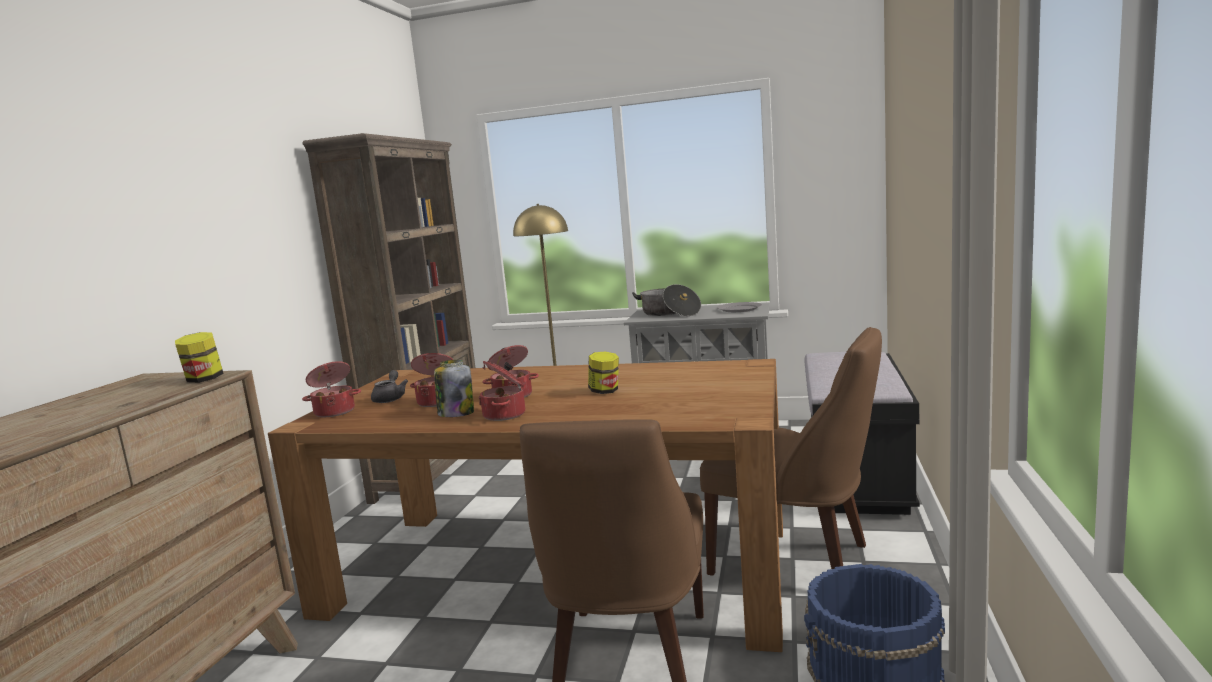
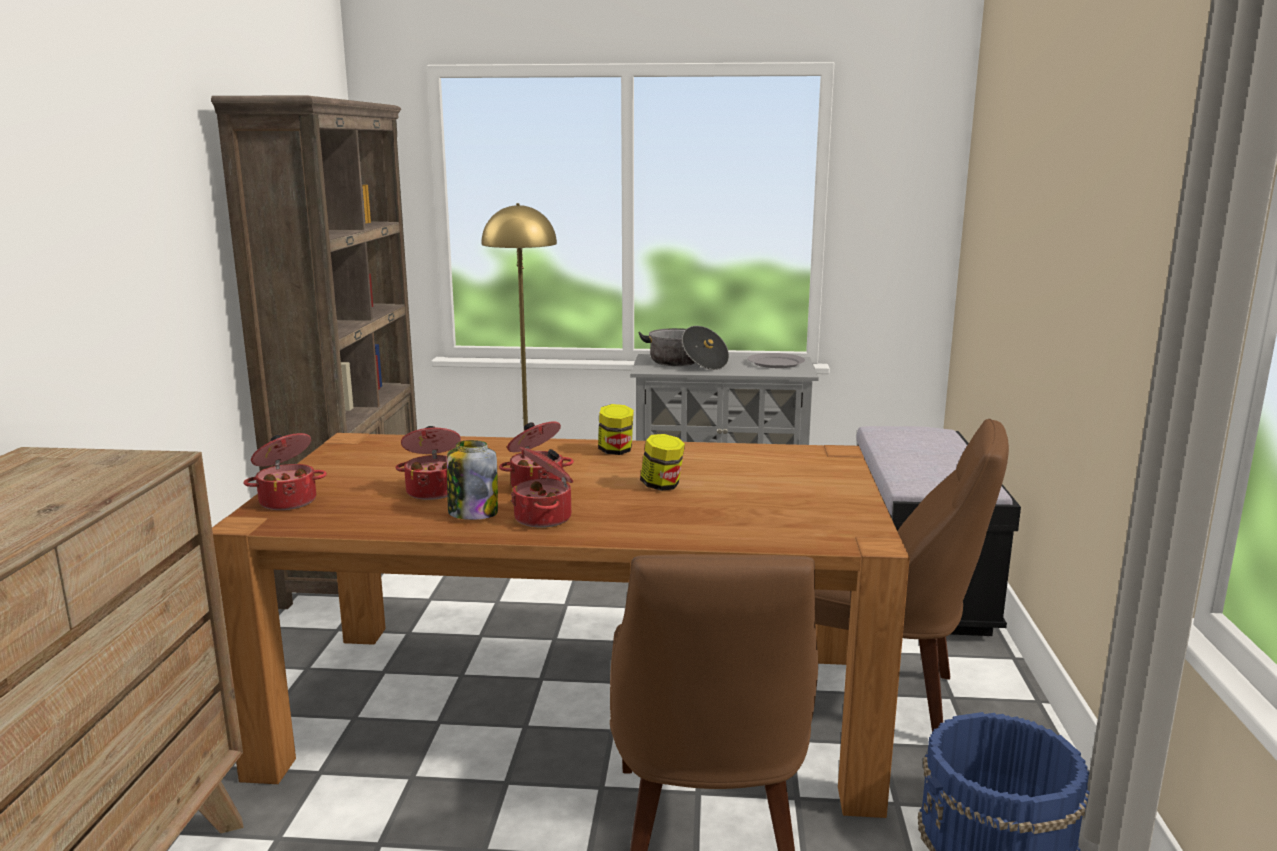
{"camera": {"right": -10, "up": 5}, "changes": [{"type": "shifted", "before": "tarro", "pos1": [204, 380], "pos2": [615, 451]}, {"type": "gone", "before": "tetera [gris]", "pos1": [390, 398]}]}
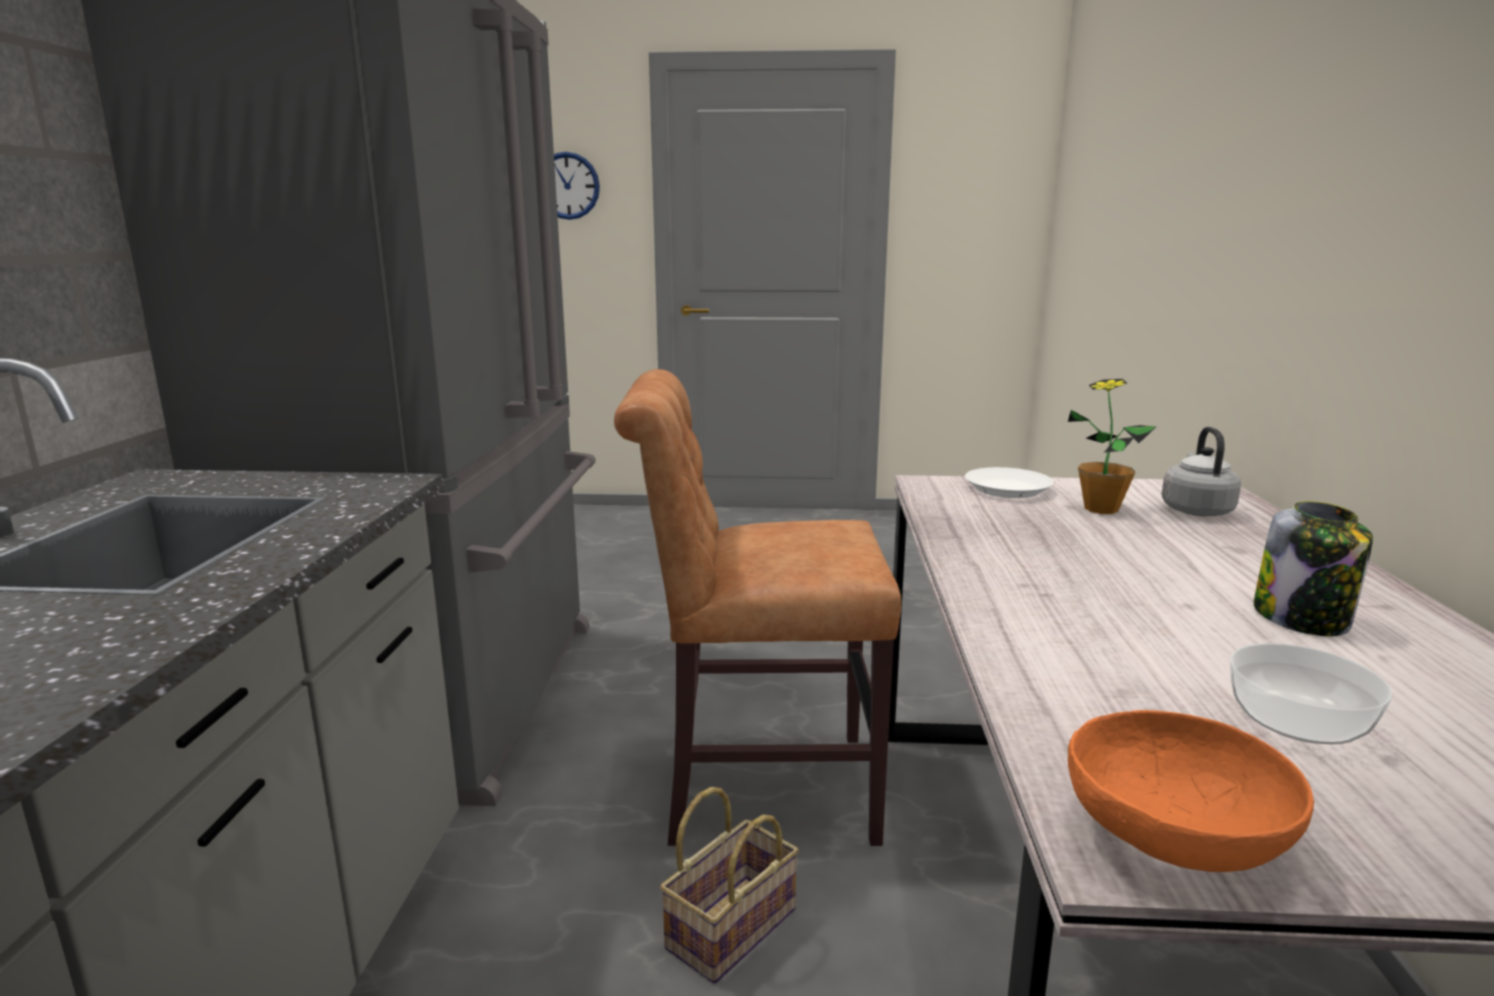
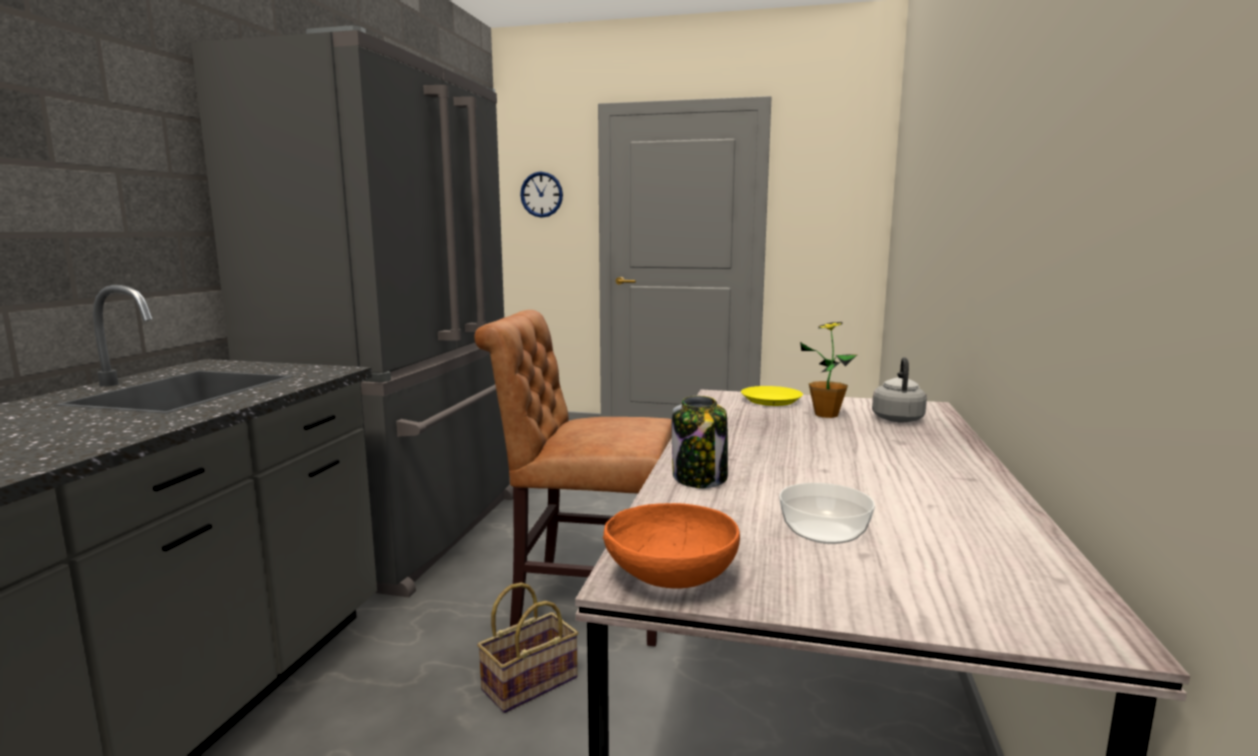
{"camera": {"right": 10, "up": -5}, "changes": [{"type": "repainted", "before": "plato [blanco]", "after": "plato [amarillo]", "pos1": [1006, 489], "pos2": [770, 400]}, {"type": "shifted", "before": "tarro", "pos1": [1302, 619], "pos2": [700, 478]}]}
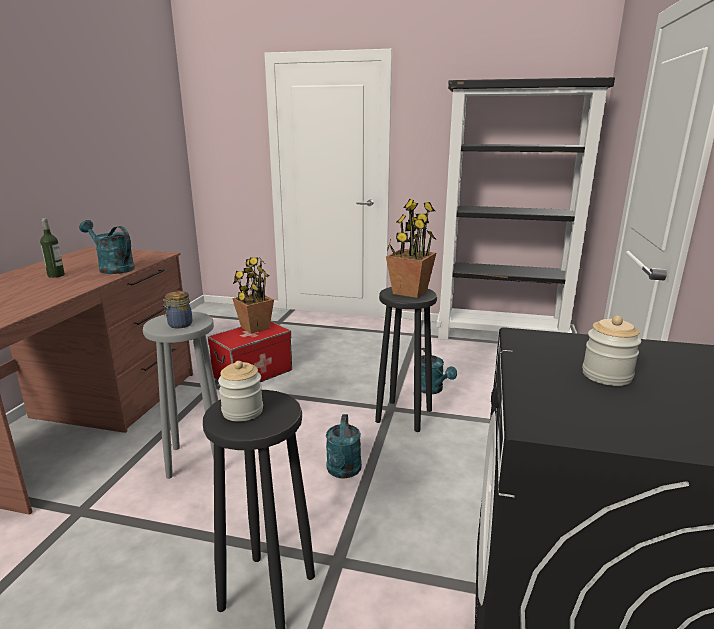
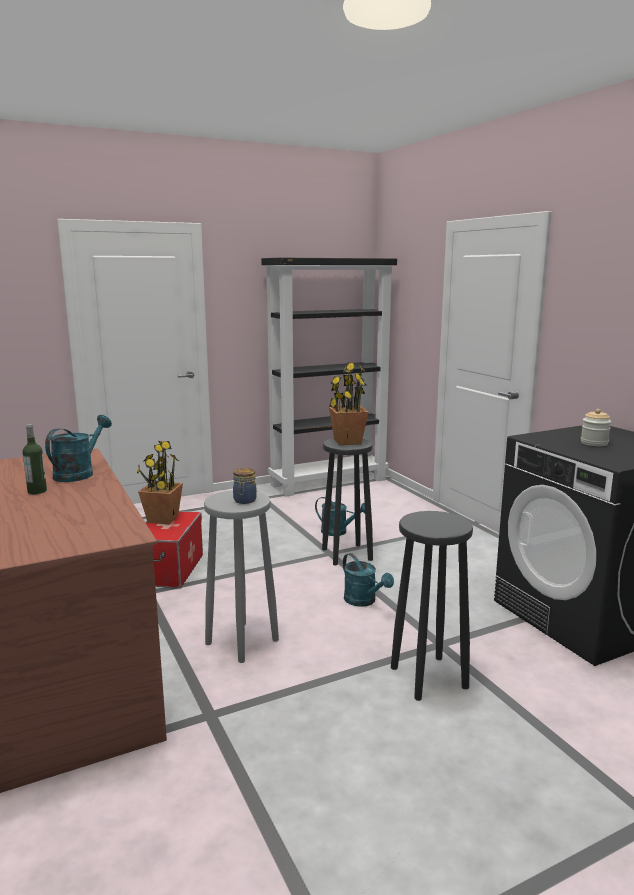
{"camera": {"right": -40, "up": -5}, "changes": [{"type": "rotated", "before": "regadera [turquesa]", "pos1": [112, 268], "pos2": [79, 473], "turn": 120}, {"type": "gone", "before": "tarro", "pos1": [242, 411]}]}
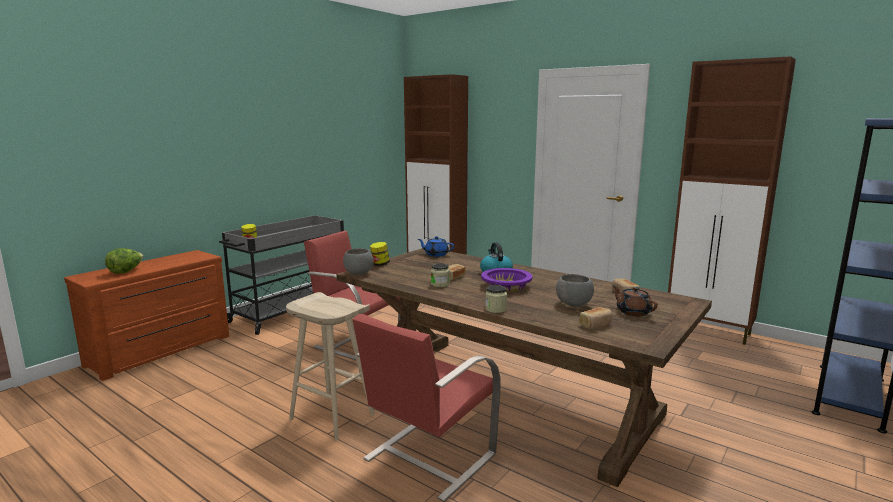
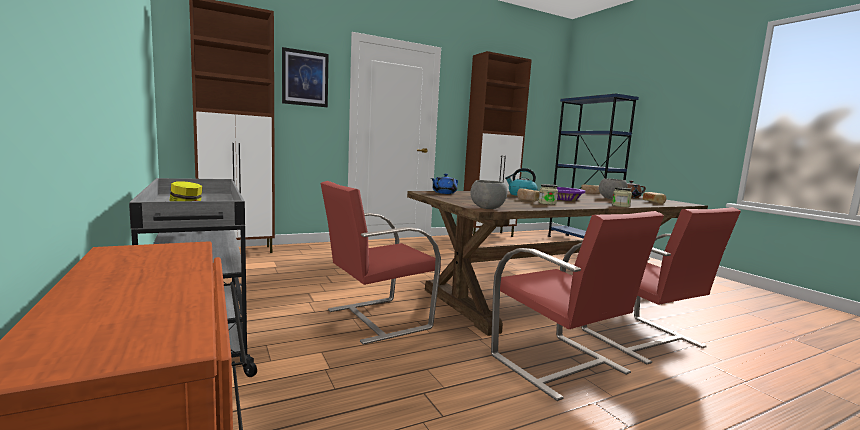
{"camera": {"right": -65, "up": -5}, "changes": [{"type": "gone", "before": "lechuga", "pos1": [126, 271]}, {"type": "swapped", "before": "taburete [beis]", "after": "silla [rojo]", "pos1": [330, 417], "pos2": [560, 365]}, {"type": "gone", "before": "tarro", "pos1": [380, 264]}, {"type": "new", "after": "cuadro", "pos2": [305, 78]}]}
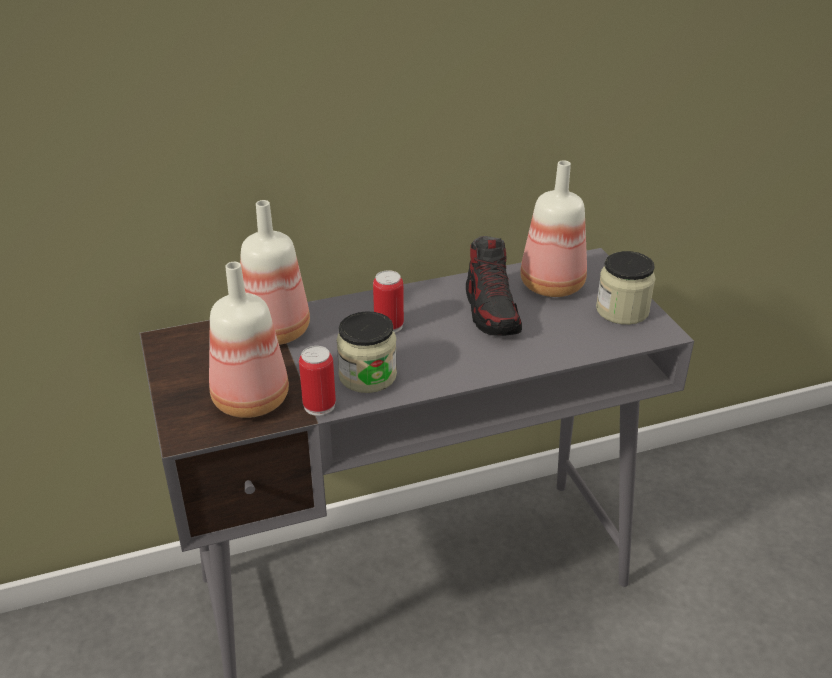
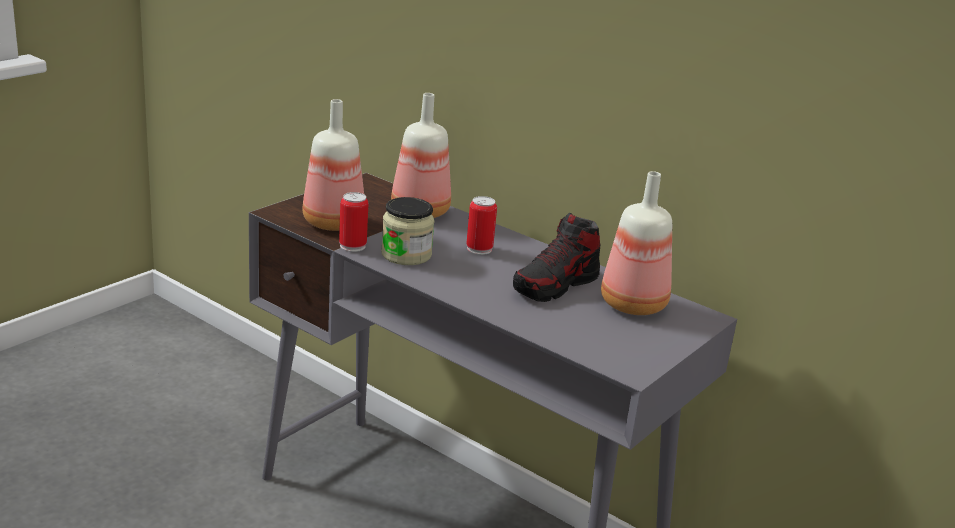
{"camera": {"right": 55, "up": -10}, "changes": [{"type": "gone", "before": "tarro", "pos1": [622, 310]}]}
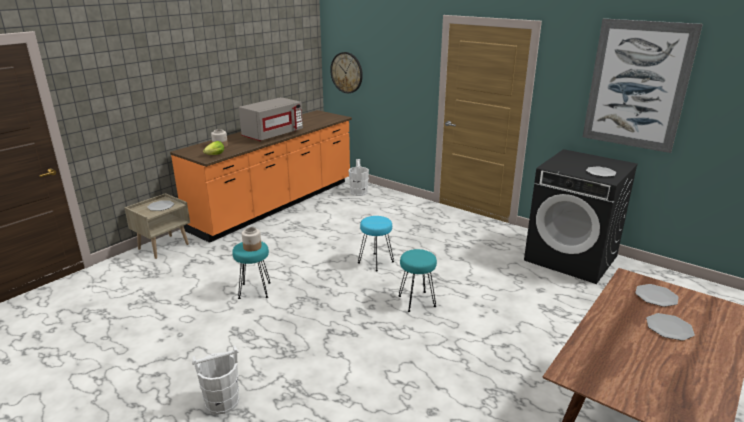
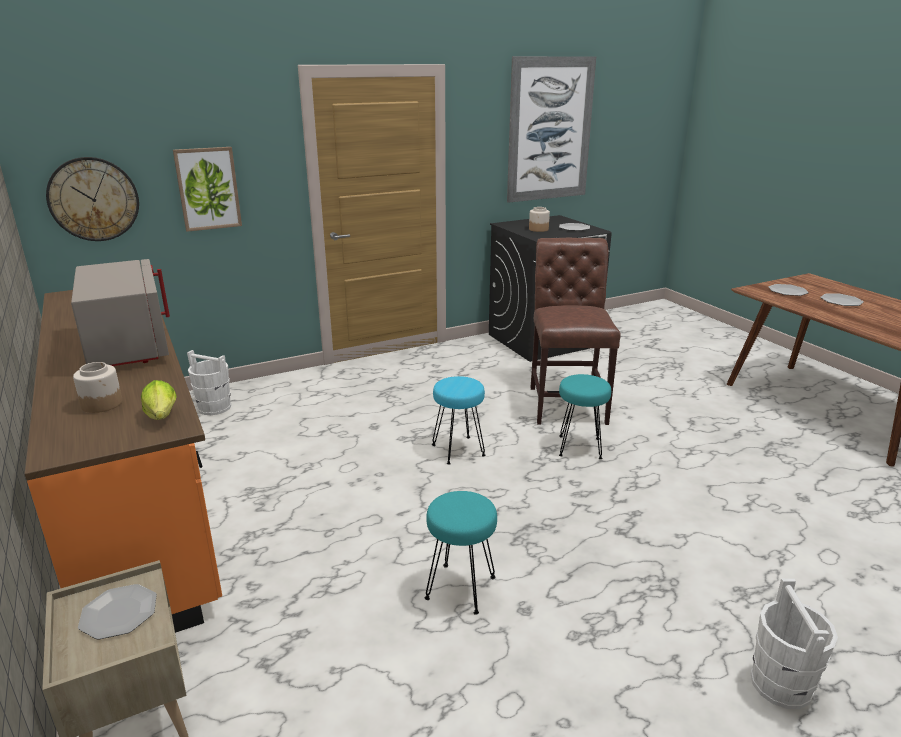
{"camera": {"right": -65, "up": 0}, "changes": [{"type": "shifted", "before": "tarro", "pos1": [252, 247], "pos2": [539, 229]}, {"type": "new", "after": "cuadro", "pos2": [208, 188]}, {"type": "new", "after": "silla [marrón]", "pos2": [567, 402]}]}
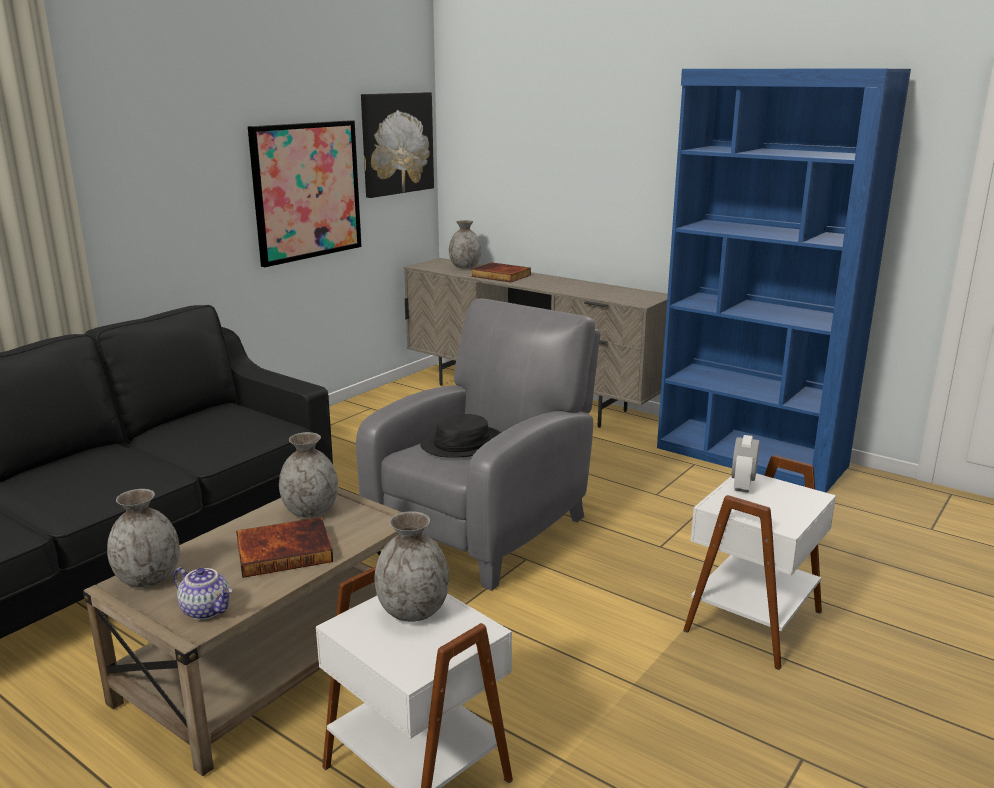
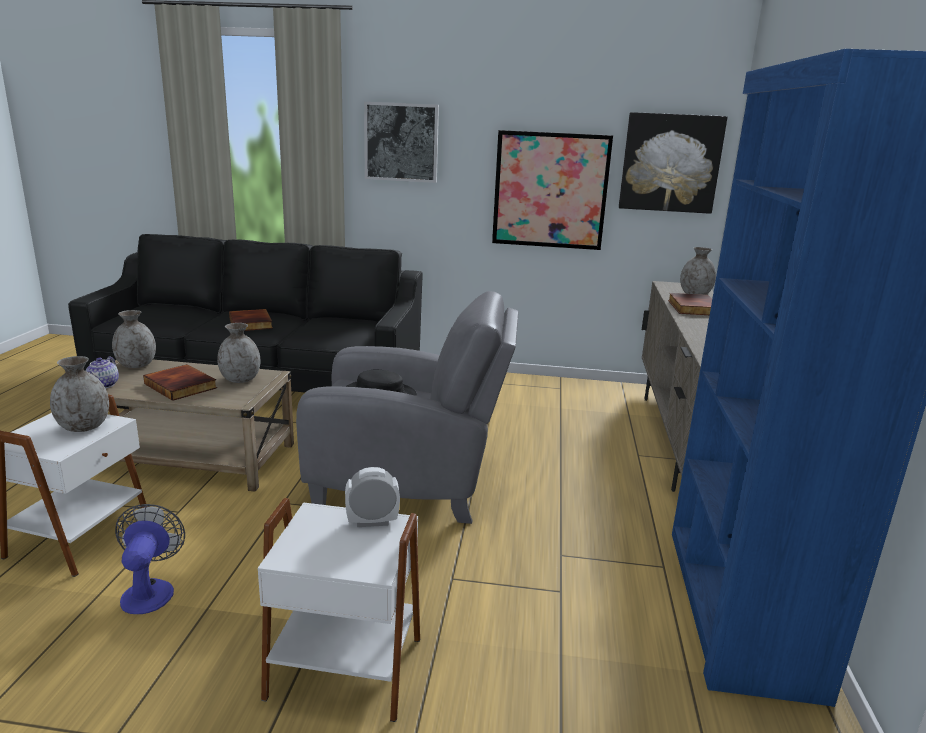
{"camera": {"right": 60, "up": 0}, "changes": [{"type": "new", "after": "ventilador", "pos2": [150, 590]}, {"type": "new", "after": "libro", "pos2": [251, 323]}, {"type": "new", "after": "cuadro", "pos2": [401, 142]}]}
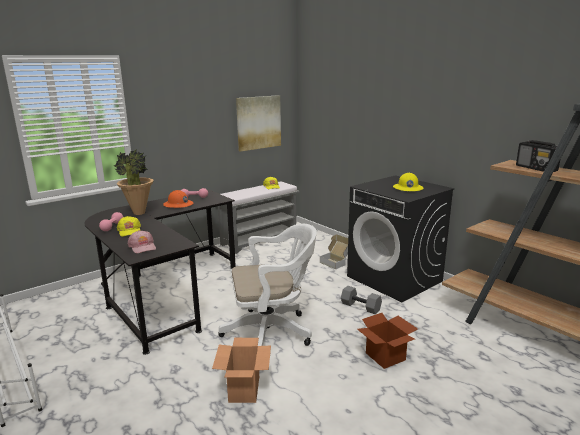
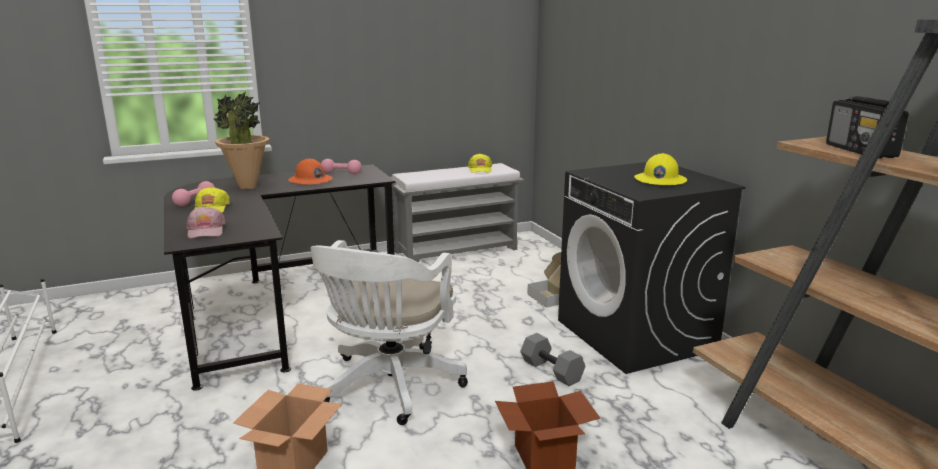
{"camera": {"right": 15, "up": 0}, "changes": [{"type": "rotated", "before": "silla de oficina [blanco]", "pos1": [272, 332], "pos2": [389, 388], "turn": 105}, {"type": "gone", "before": "cuadro", "pos1": [258, 122]}]}
